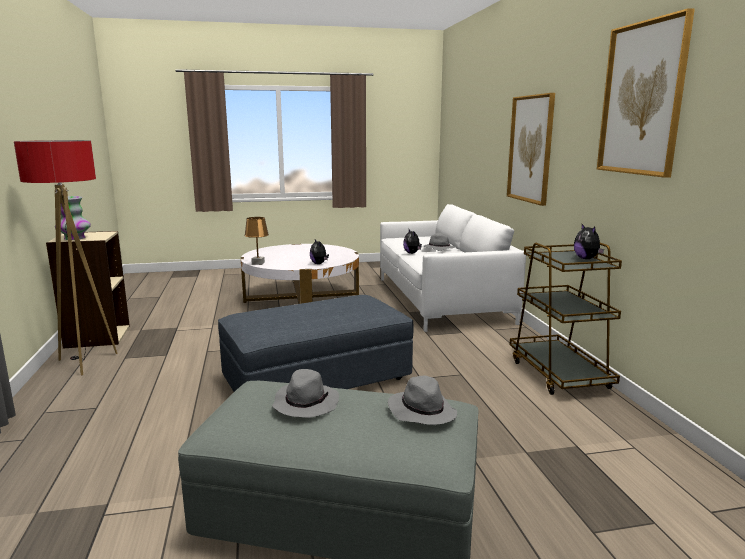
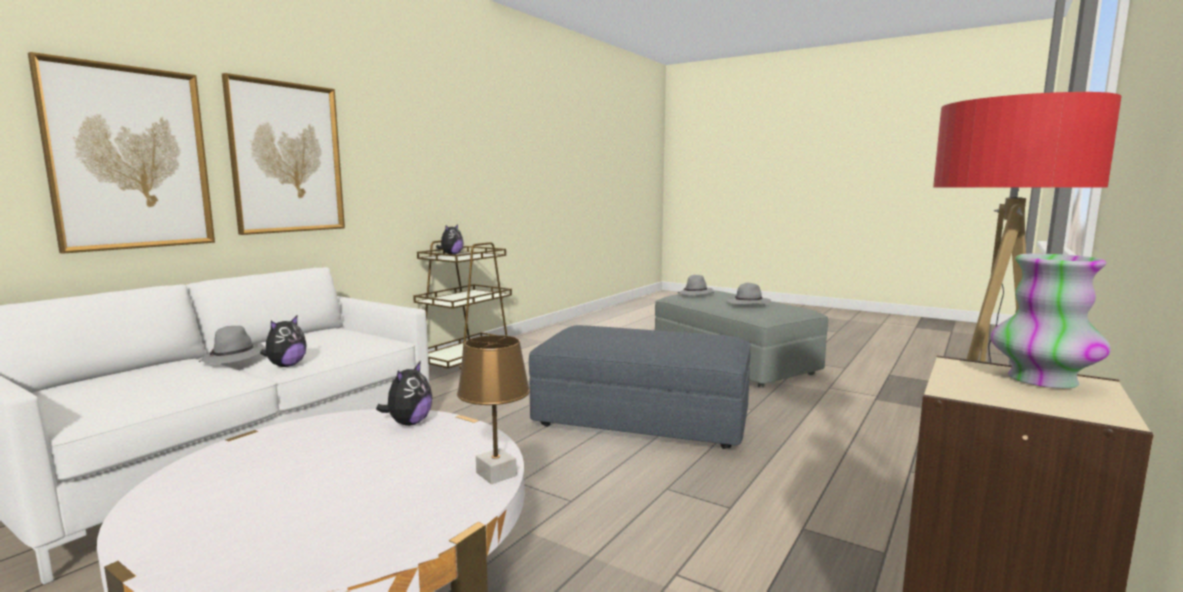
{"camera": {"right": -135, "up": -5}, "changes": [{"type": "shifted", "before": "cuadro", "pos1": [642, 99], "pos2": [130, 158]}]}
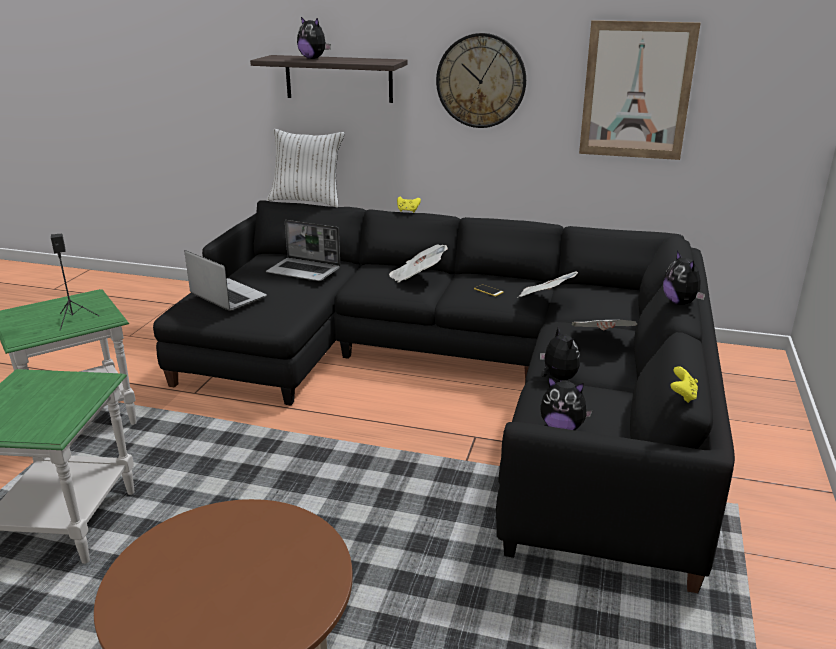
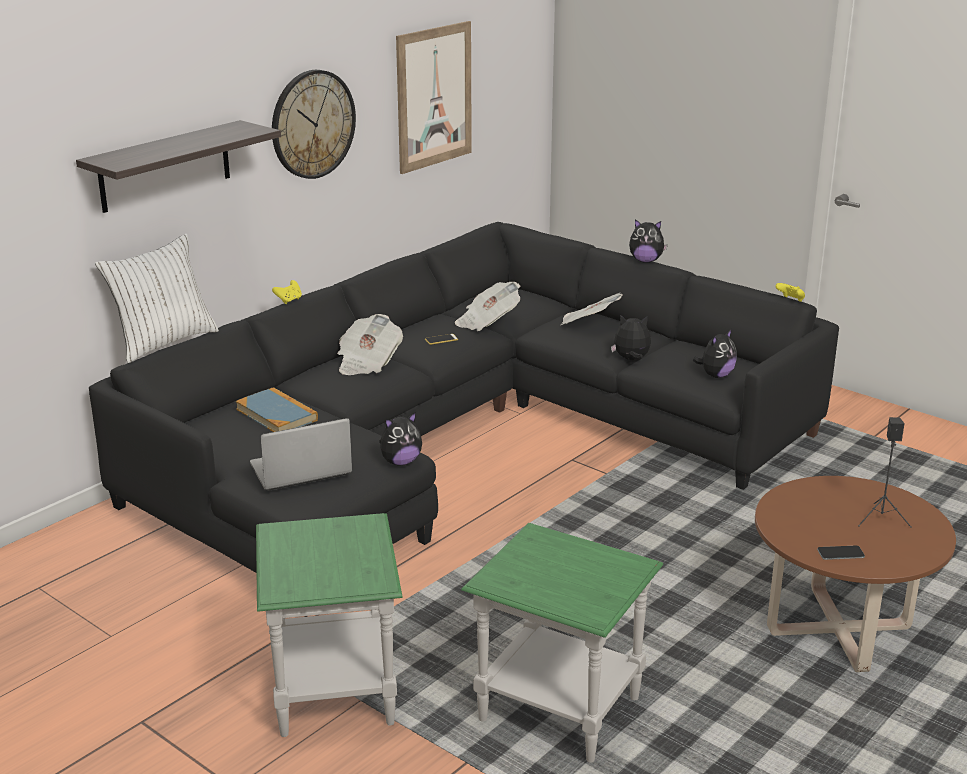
{"camera": {"right": -65, "up": 0}, "changes": [{"type": "shifted", "before": "altavoz [negro]", "pos1": [73, 320], "pos2": [882, 519]}, {"type": "swapped", "before": "portátil", "after": "libro", "pos1": [305, 271], "pos2": [277, 414]}, {"type": "shifted", "before": "peluche", "pos1": [313, 58], "pos2": [400, 462]}, {"type": "new", "after": "móvil", "pos2": [840, 553]}]}
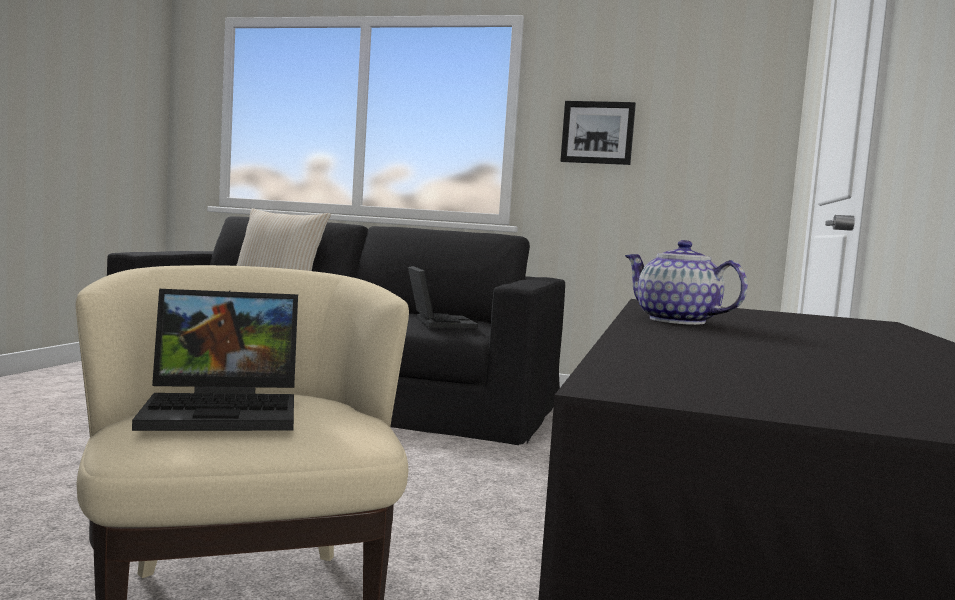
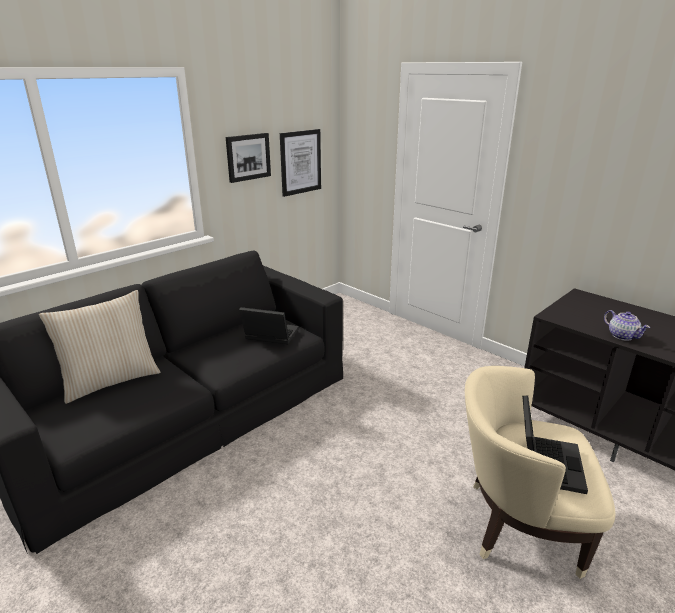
{"camera": {"right": -60, "up": 20}, "changes": [{"type": "rotated", "before": "tetera", "pos1": [677, 321], "pos2": [622, 336], "turn": -105}, {"type": "new", "after": "cuadro", "pos2": [300, 162]}]}
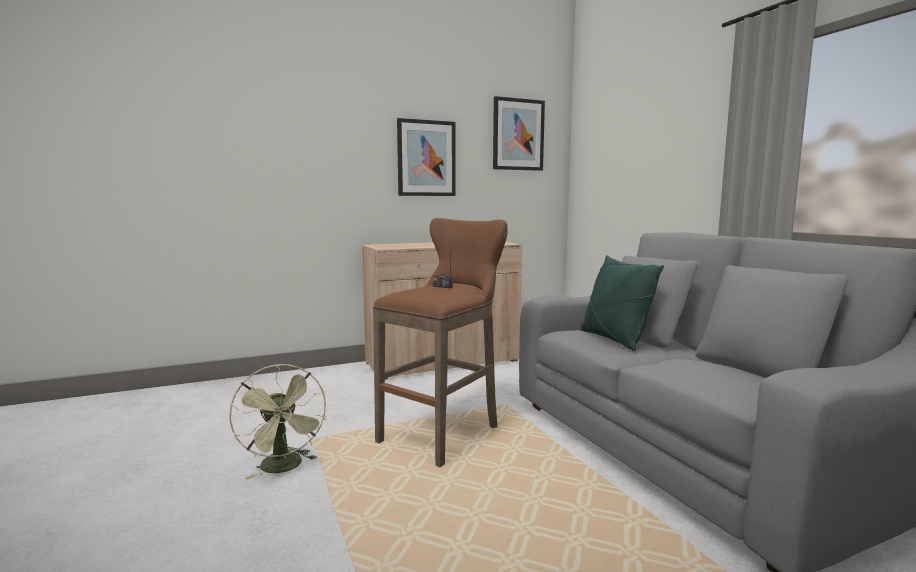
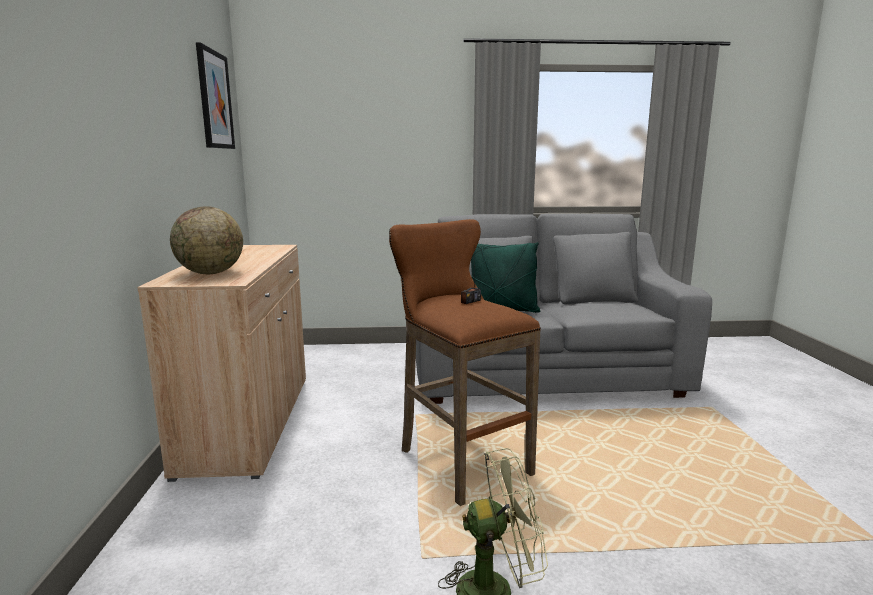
{"camera": {"right": -70, "up": 5}, "changes": [{"type": "gone", "before": "cuadro", "pos1": [426, 158]}, {"type": "new", "after": "globo terráqueo", "pos2": [211, 273]}]}
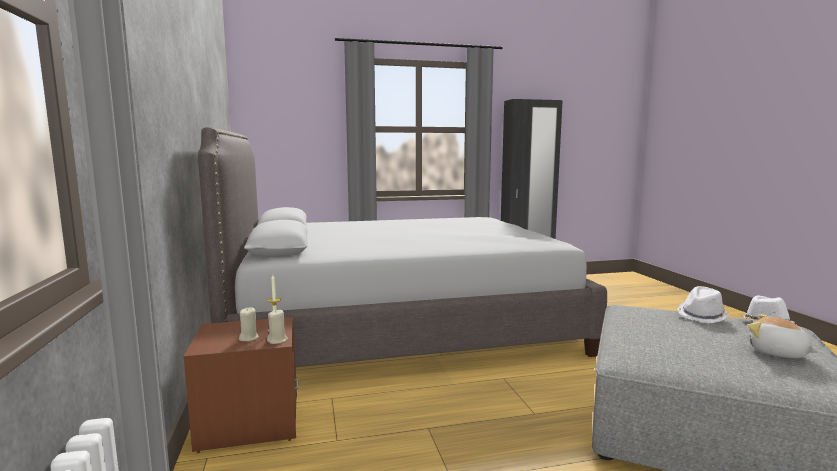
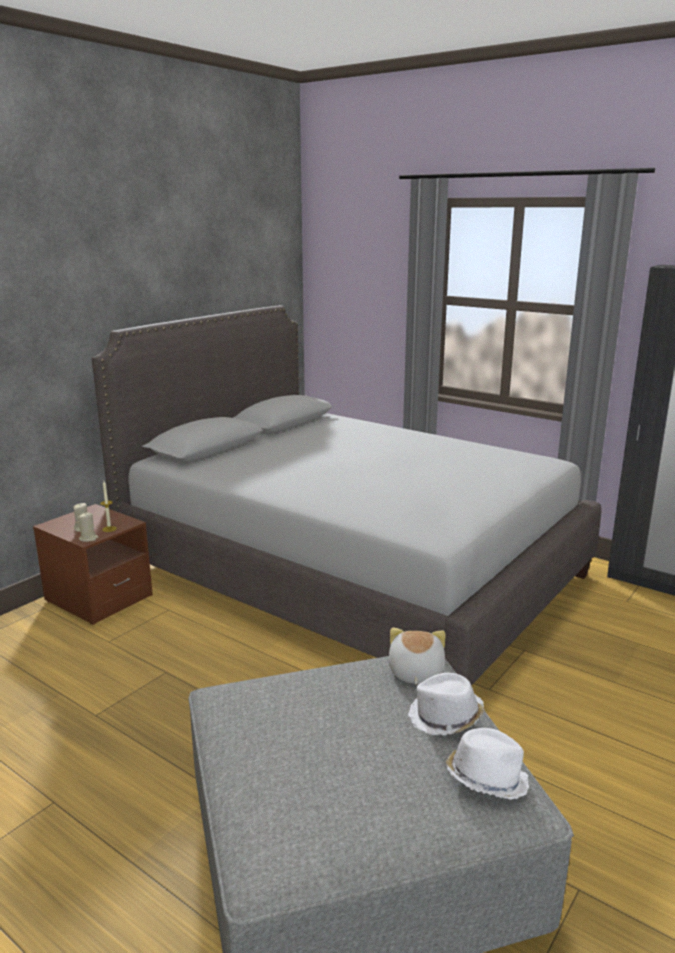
{"camera": {"right": 50, "up": 10}, "changes": [{"type": "shifted", "before": "peluche", "pos1": [777, 353], "pos2": [415, 672]}]}
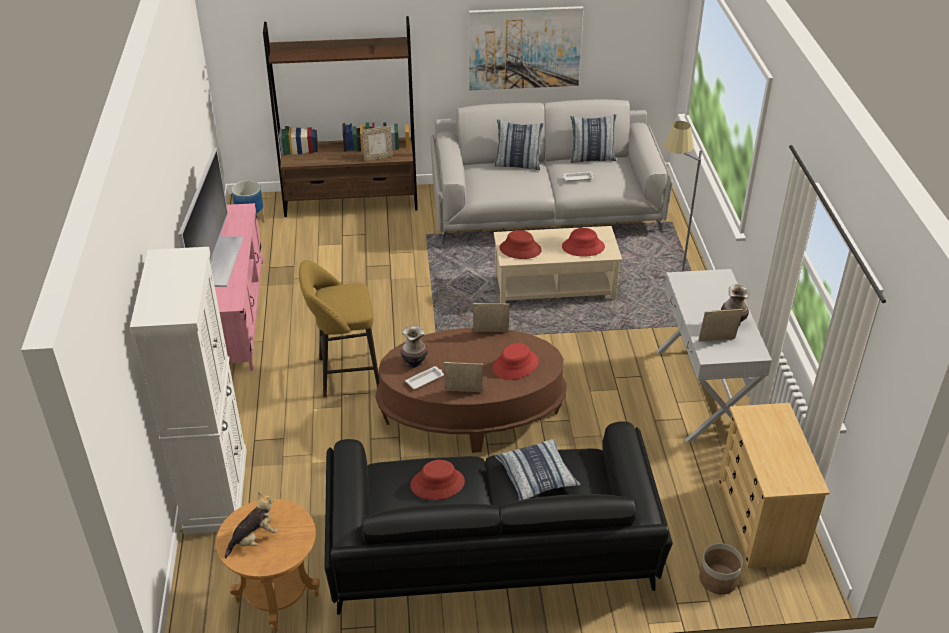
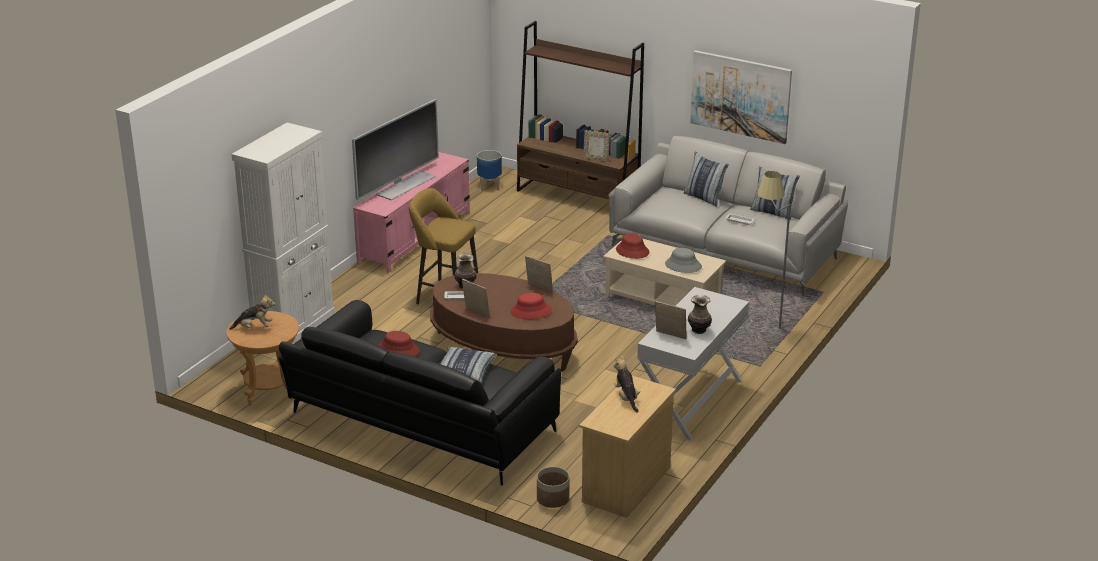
{"camera": {"right": 35, "up": -10}, "changes": [{"type": "repainted", "before": "sombrero [rojo]", "after": "sombrero [gris]", "pos1": [583, 247], "pos2": [683, 265]}, {"type": "new", "after": "peluche", "pos2": [626, 398]}]}
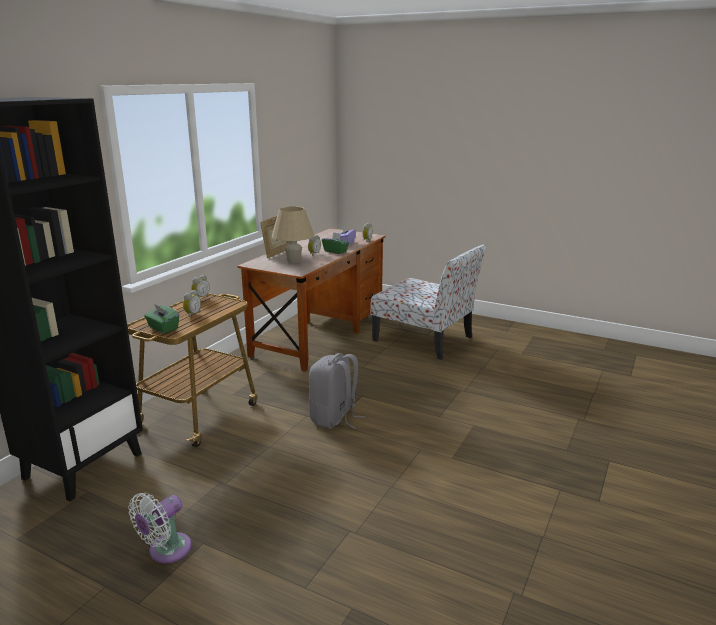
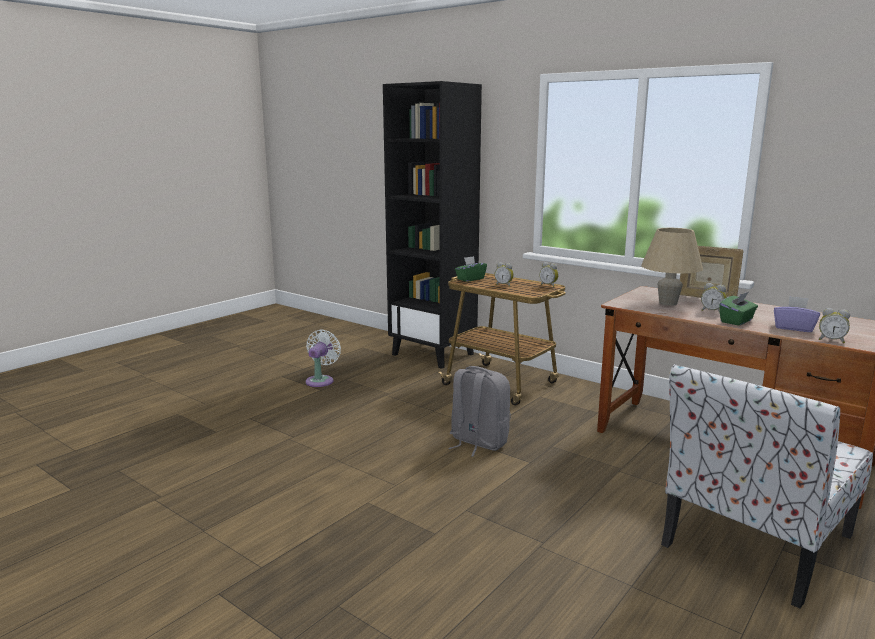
{"camera": {"right": 100, "up": -5}, "changes": [{"type": "rotated", "before": "ventilador [blanco]", "pos1": [166, 551], "pos2": [321, 380], "turn": 60}]}
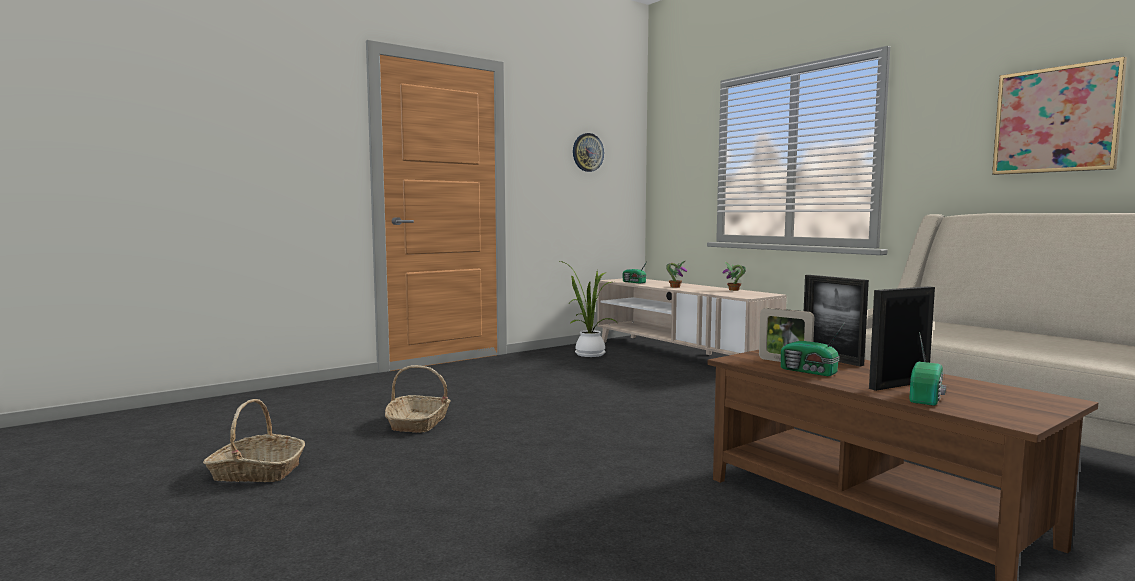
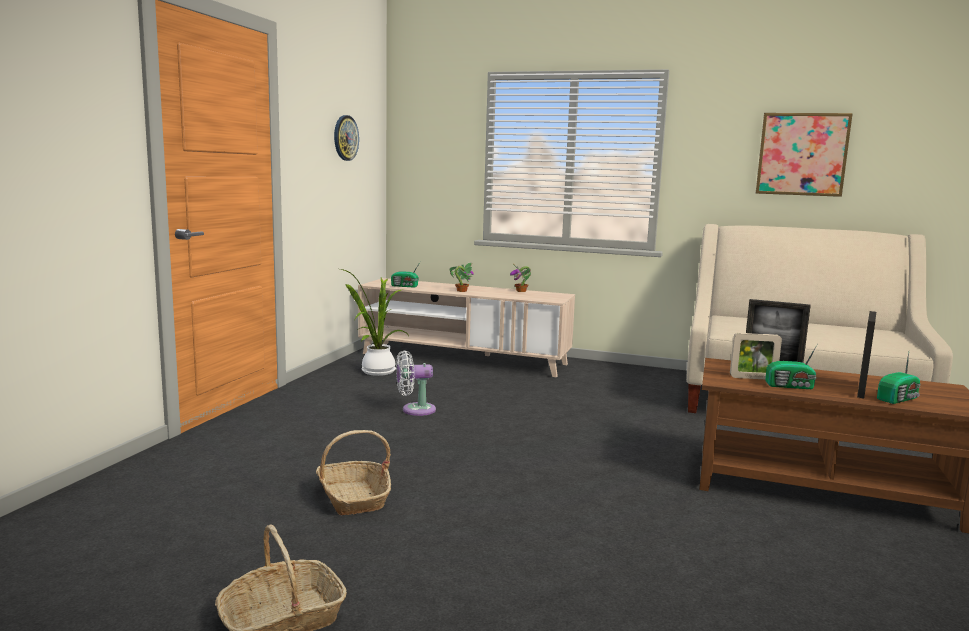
{"camera": {"right": -35, "up": 5}, "changes": [{"type": "rotated", "before": "radio", "pos1": [927, 397], "pos2": [899, 399], "turn": 60}, {"type": "new", "after": "ventilador [blanco]", "pos2": [415, 410]}]}
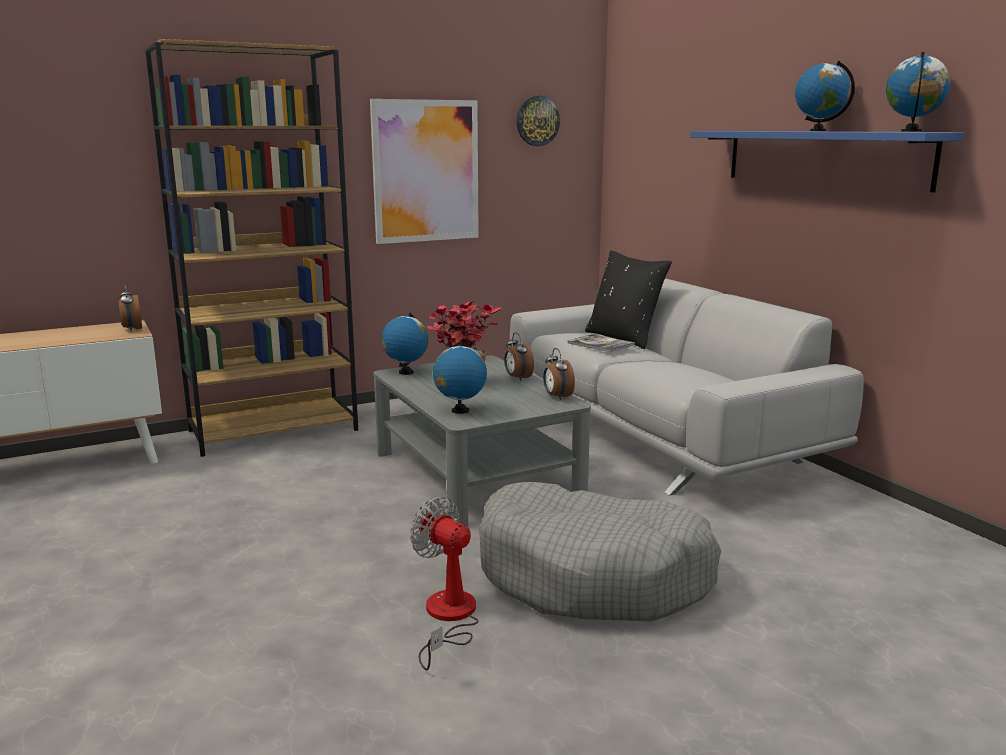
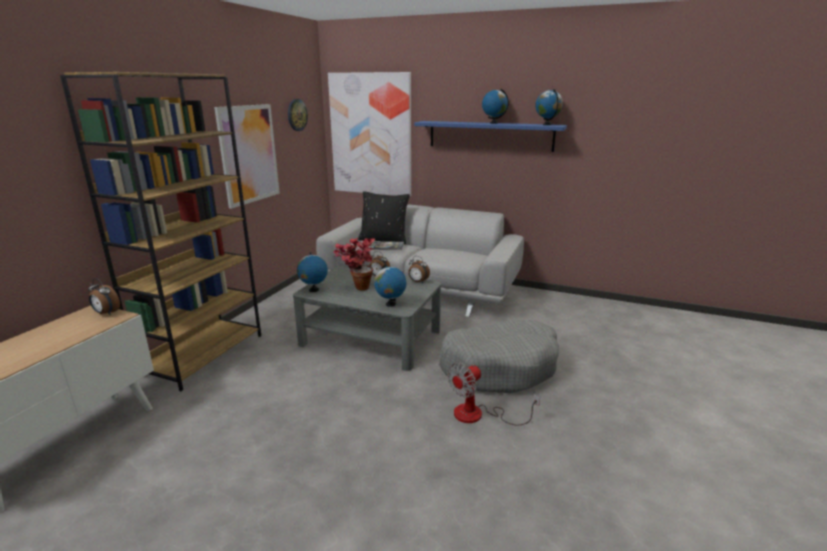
{"camera": {"right": -40, "up": 5}, "changes": [{"type": "rotated", "before": "ventilador", "pos1": [448, 618], "pos2": [478, 415], "turn": -45}, {"type": "new", "after": "cuadro", "pos2": [371, 135]}]}
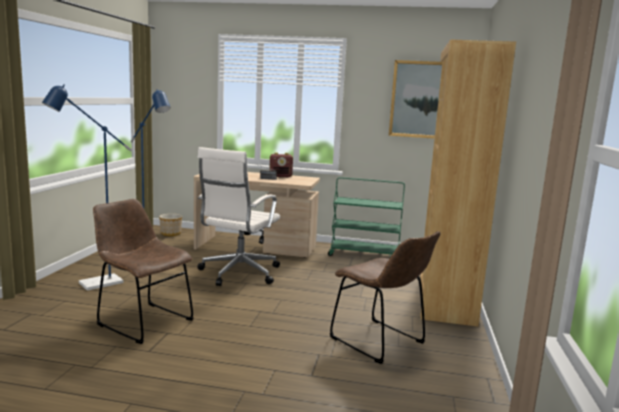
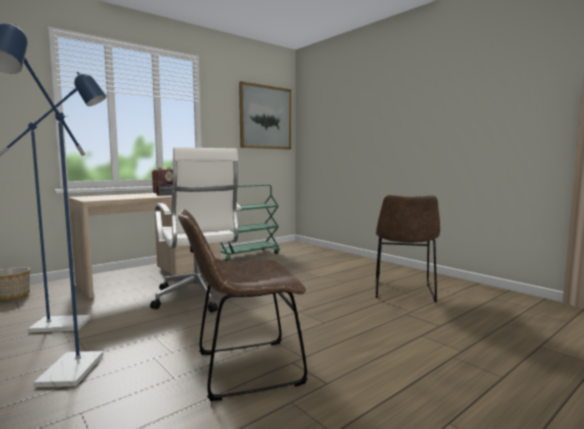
{"camera": {"right": -50, "up": -5}, "changes": [{"type": "rotated", "before": "silla [marrón]", "pos1": [380, 342], "pos2": [403, 292], "turn": 105}, {"type": "gone", "before": "estantería [marrón]", "pos1": [444, 299]}]}
